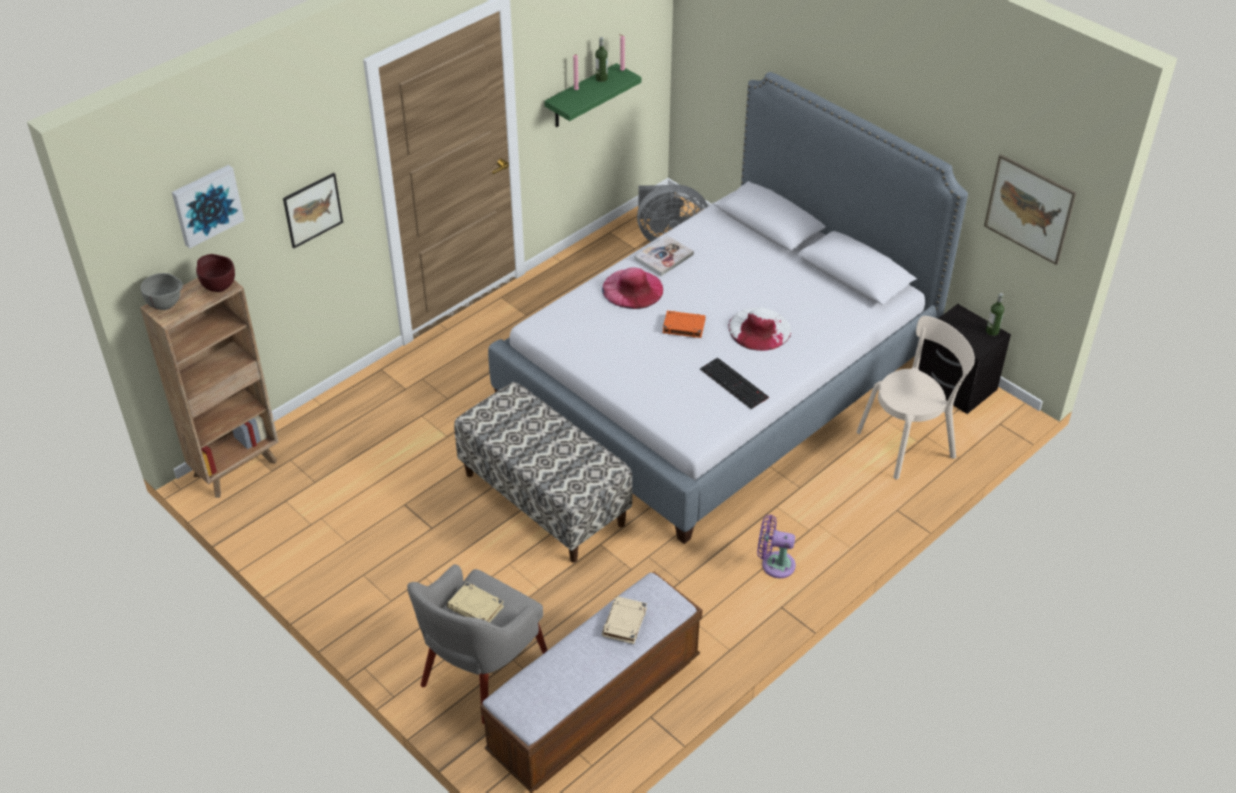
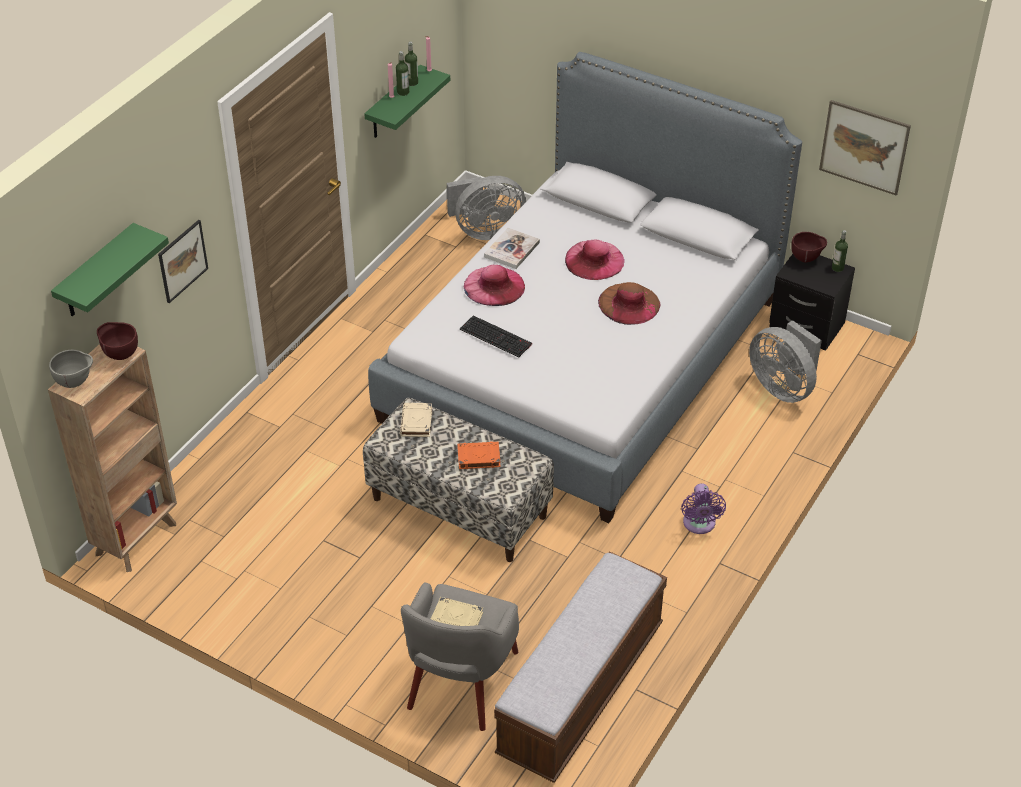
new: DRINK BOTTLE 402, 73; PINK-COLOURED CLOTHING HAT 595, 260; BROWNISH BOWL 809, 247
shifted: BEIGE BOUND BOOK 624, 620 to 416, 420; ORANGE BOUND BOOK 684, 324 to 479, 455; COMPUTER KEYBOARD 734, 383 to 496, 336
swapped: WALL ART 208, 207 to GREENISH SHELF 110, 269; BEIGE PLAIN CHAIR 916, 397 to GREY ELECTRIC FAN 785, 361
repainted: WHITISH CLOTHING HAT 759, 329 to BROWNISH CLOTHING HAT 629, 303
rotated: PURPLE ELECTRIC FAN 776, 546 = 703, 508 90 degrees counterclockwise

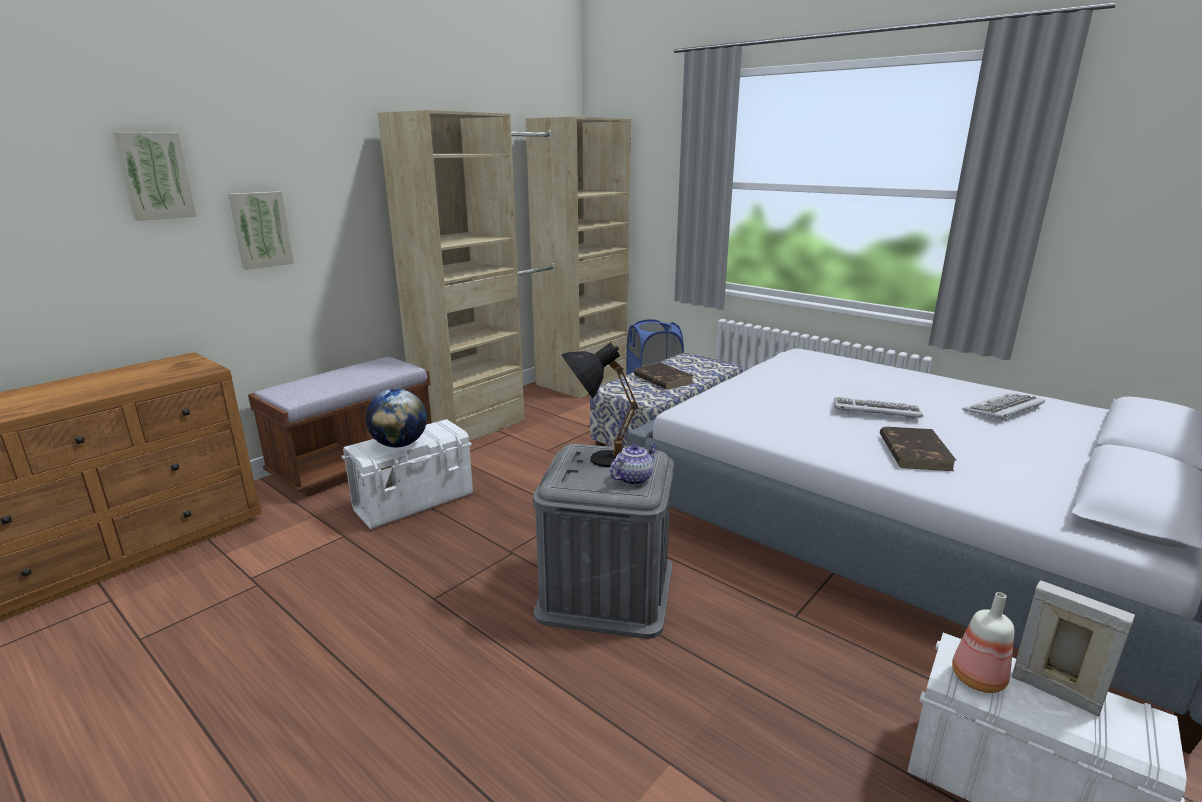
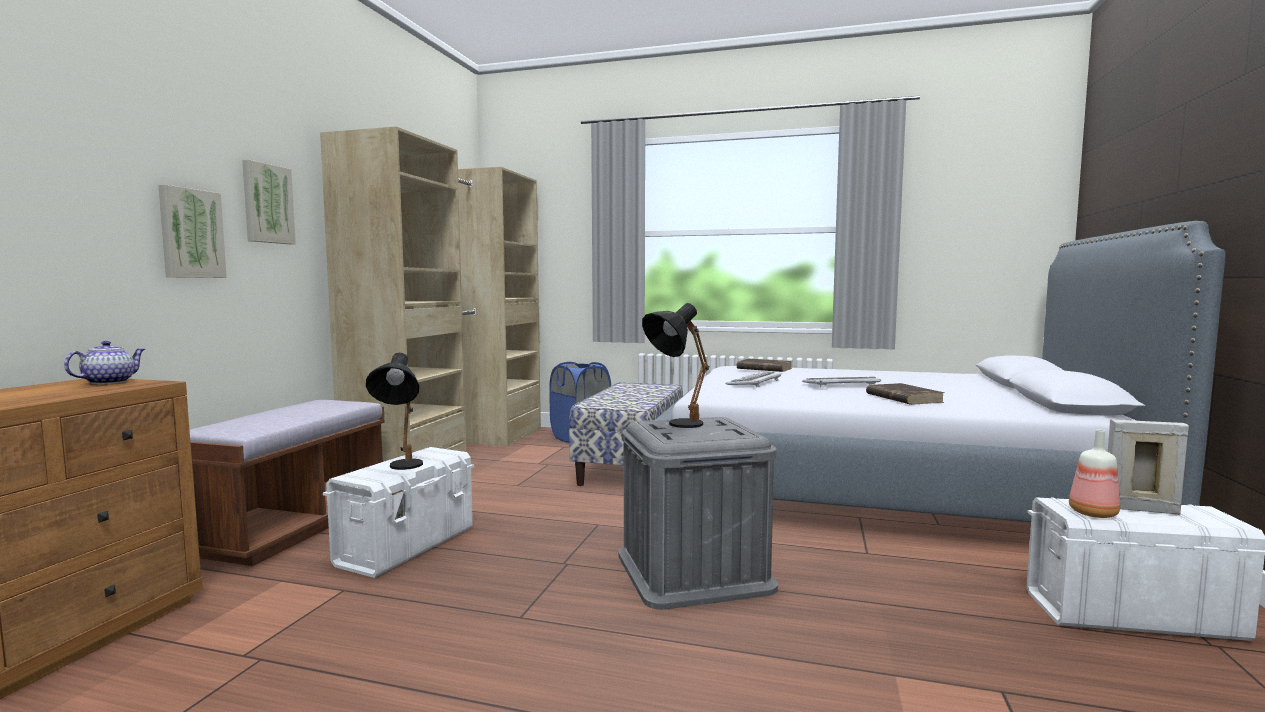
shifted: WALL ART 154, 176 to 269, 202; TEAPOT 633, 464 to 104, 362; BROWNISH BOUND BOOK 664, 376 to 764, 365; COMPUTER KEYBOARD 1003, 407 to 753, 379
swapped: WORLD GLOBE 396, 418 to BLACK-COLOURED LAMP FOR A TABLE 394, 411

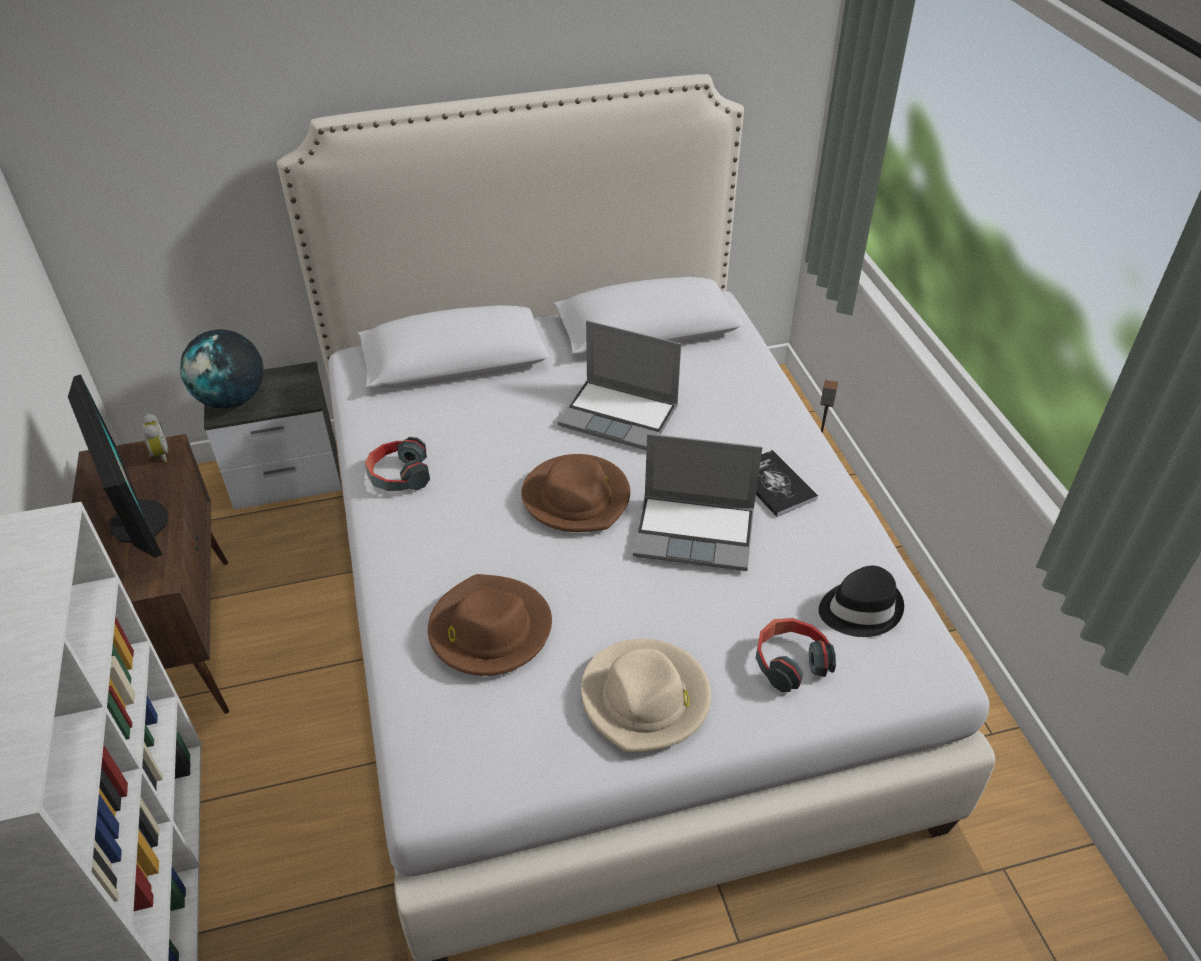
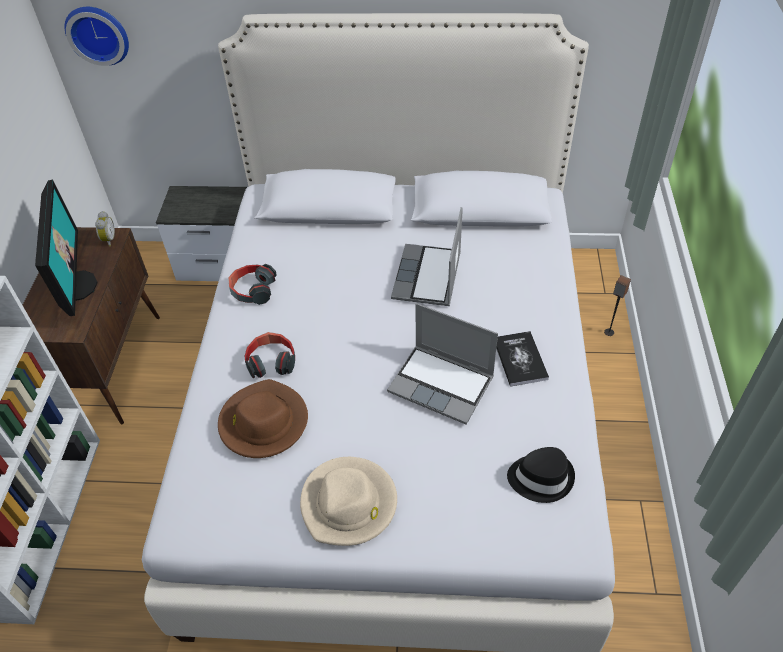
gone: WORLD GLOBE 221, 368; BROWNISH CLOTHING HAT 575, 493
new: CLOCK ON THE WALL 97, 36
shifted: HEADPHONES 796, 655 to 270, 355
rotated: LAPTOP 619, 385 = 427, 256 60 degrees clockwise

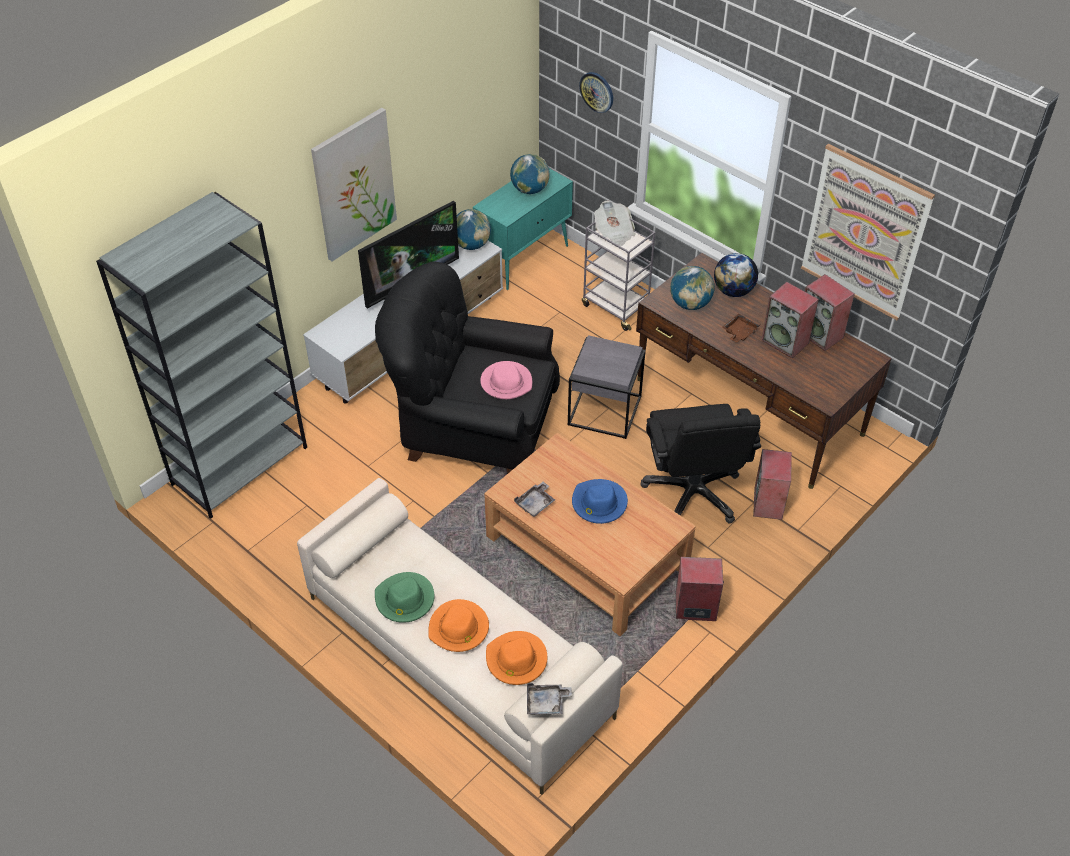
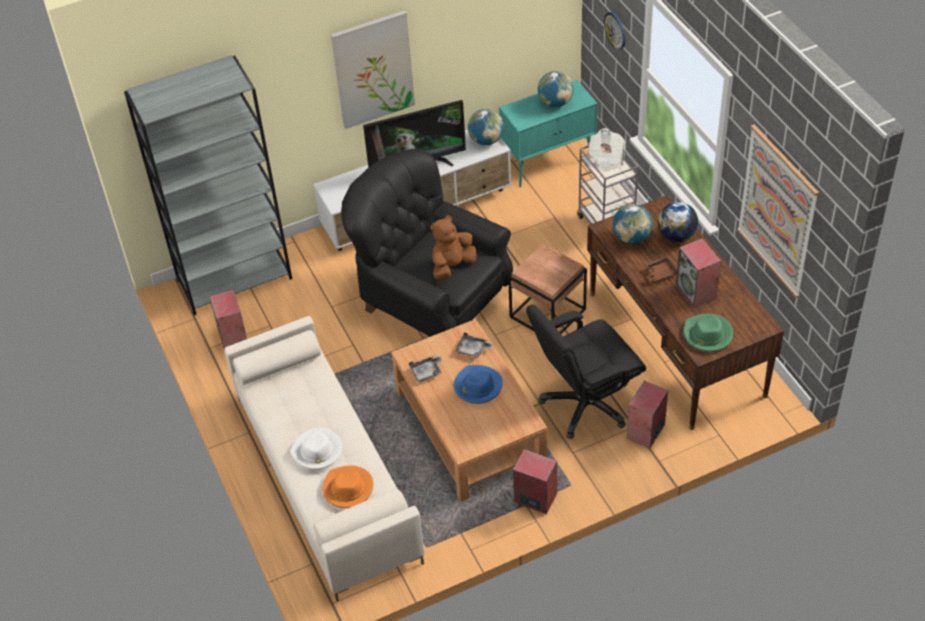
shifted: GREENISH CLOTHING HAT 405, 597 to 708, 333; GREY SERVING TRAY 549, 699 to 474, 345; AUDIO SPEAKER 830, 312 to 228, 320
swapped: PINK-COLOURED CLOTHING HAT 506, 380 to BROWNISH PLUSH TOY 453, 247
repainted: ORANGE CLOTHING HAT 458, 625 to WHITISH CLOTHING HAT 316, 449; GREY SIDE TABLE 607, 387 to BROWNISH SIDE TABLE 547, 289
rotated: BLACK-COLOURED OFFICE CHAIR 700, 464 = 586, 372 45 degrees clockwise

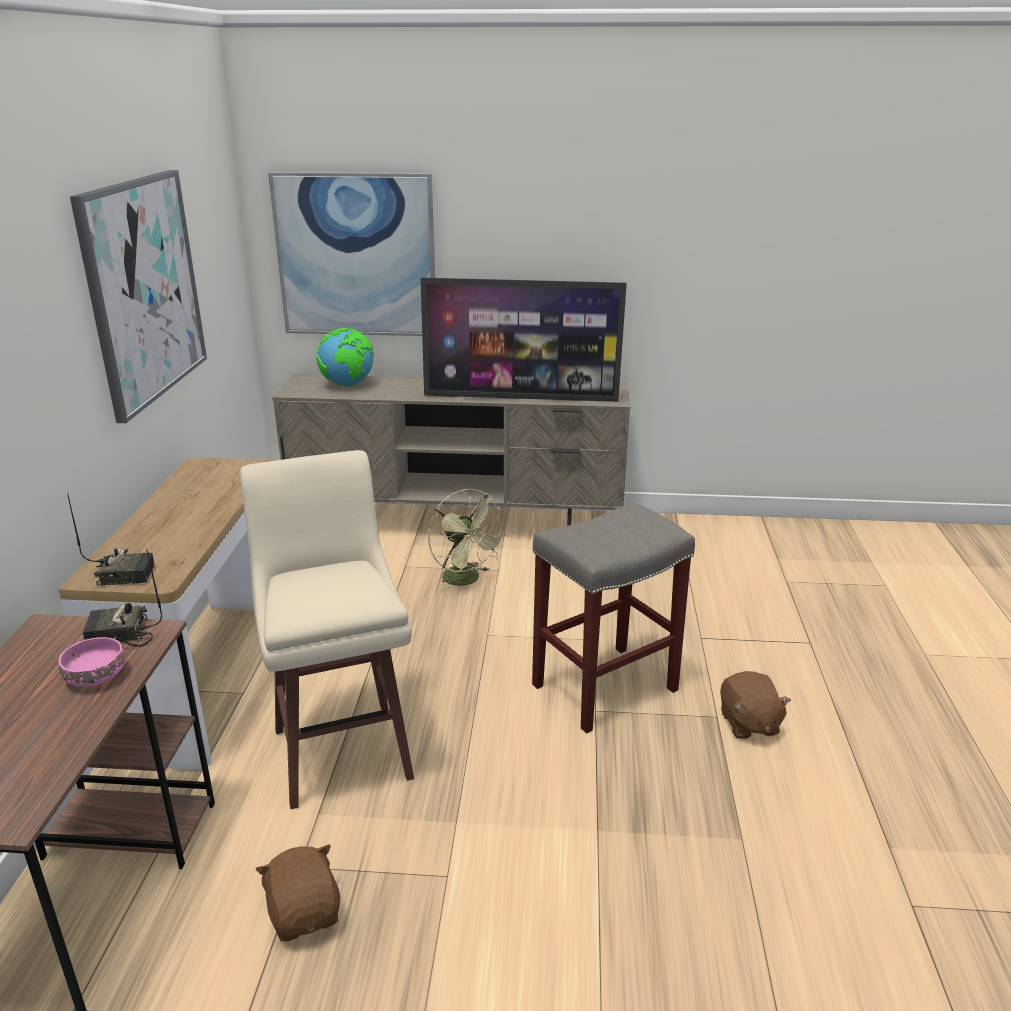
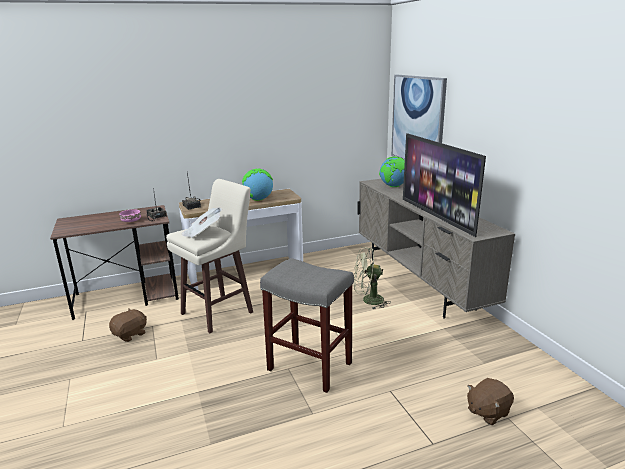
gone: WALL ART 138, 296
new: NEWSPAPER 201, 222; WORLD GLOBE 257, 184
shifted: BROWNISH PLUSH TOY 755, 705 to 490, 401
rotated: GREENISH ELECTRIC FAN 468, 541 = 372, 278 60 degrees clockwise

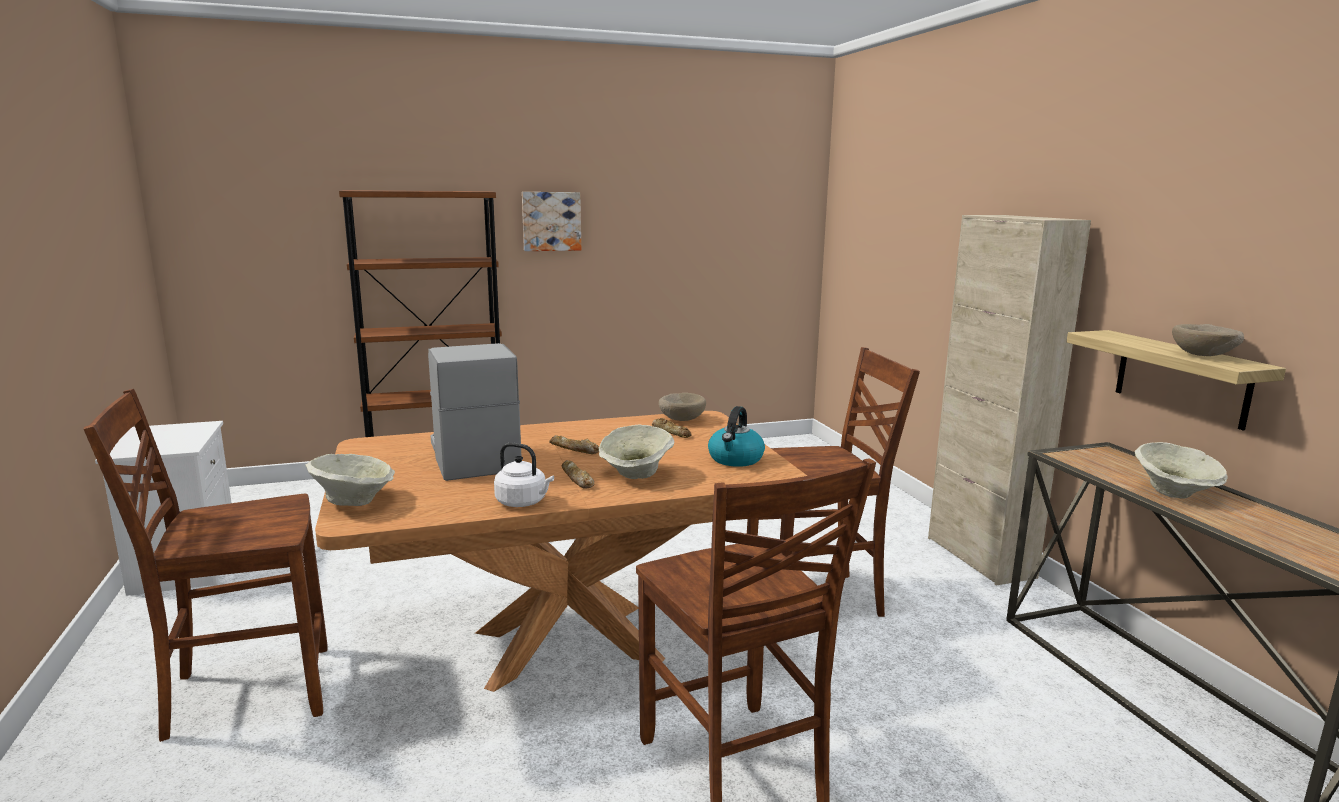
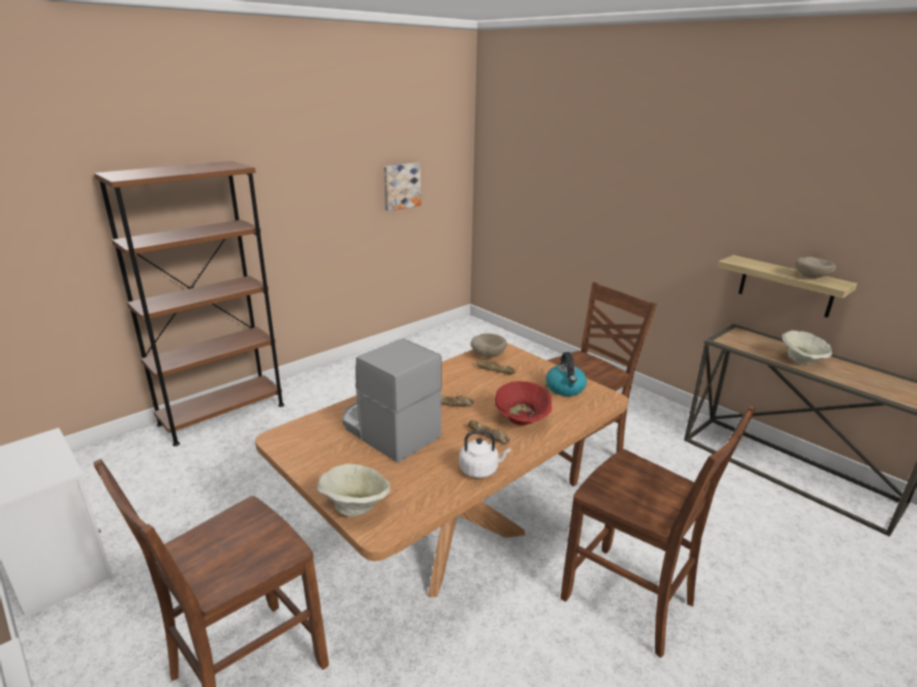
gone: BEIGE CABINET 1009, 400
shifted: WALL ART 551, 221 to 402, 187
repainted: BEIGE BOWL 636, 451 to REDDISH BOWL 523, 403

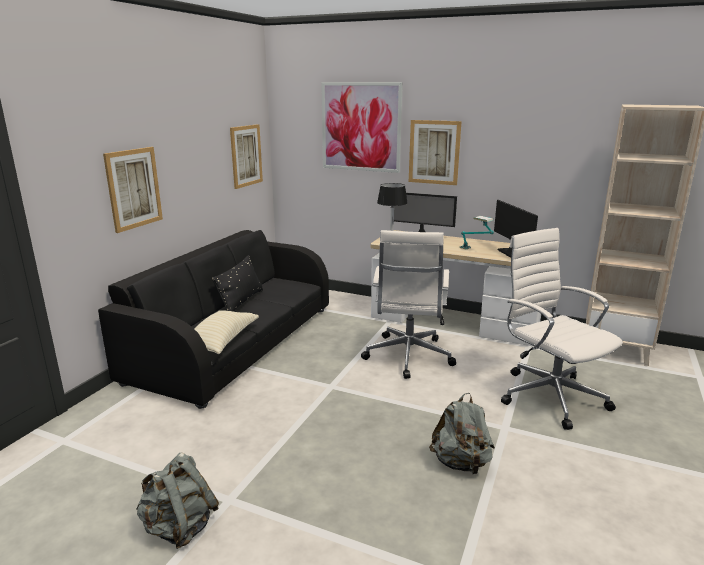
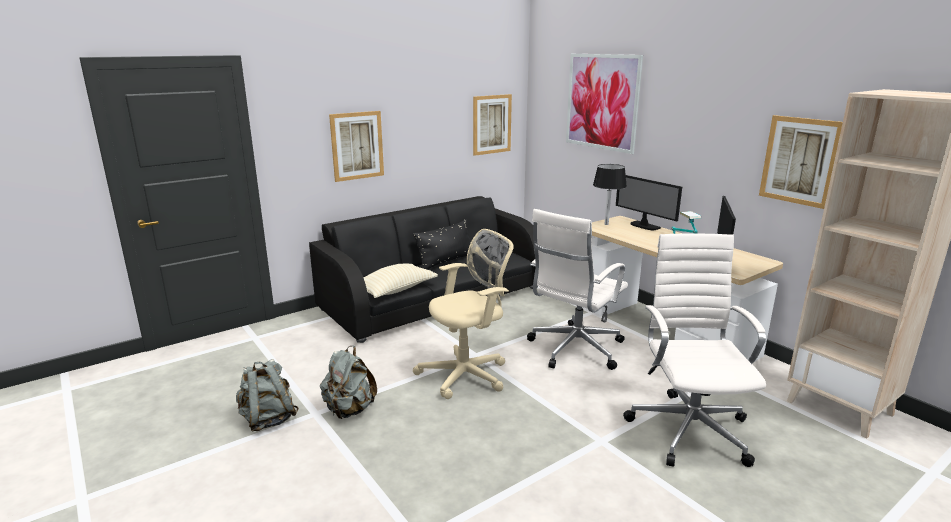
new: BEIGE OFFICE CHAIR 463, 314
shifted: WALL ART 435, 152 to 801, 162; GREY KNAPSACK 462, 434 to 348, 382

